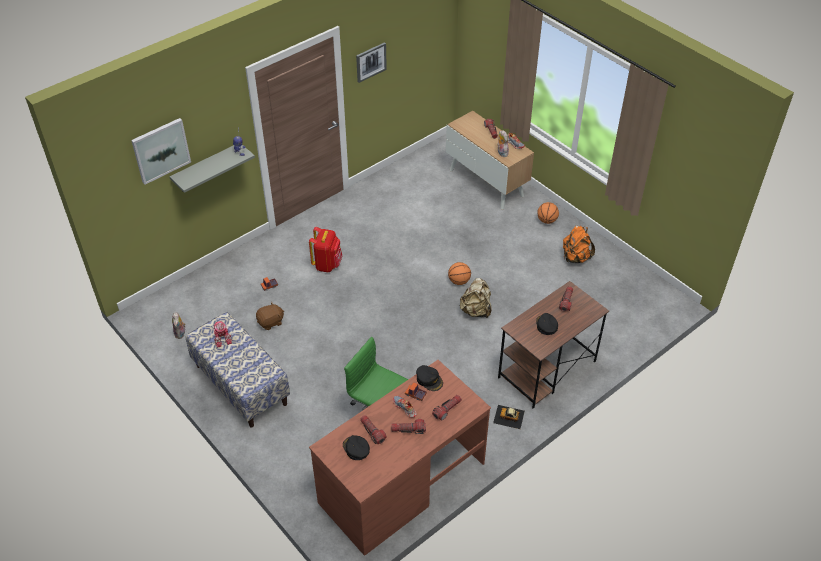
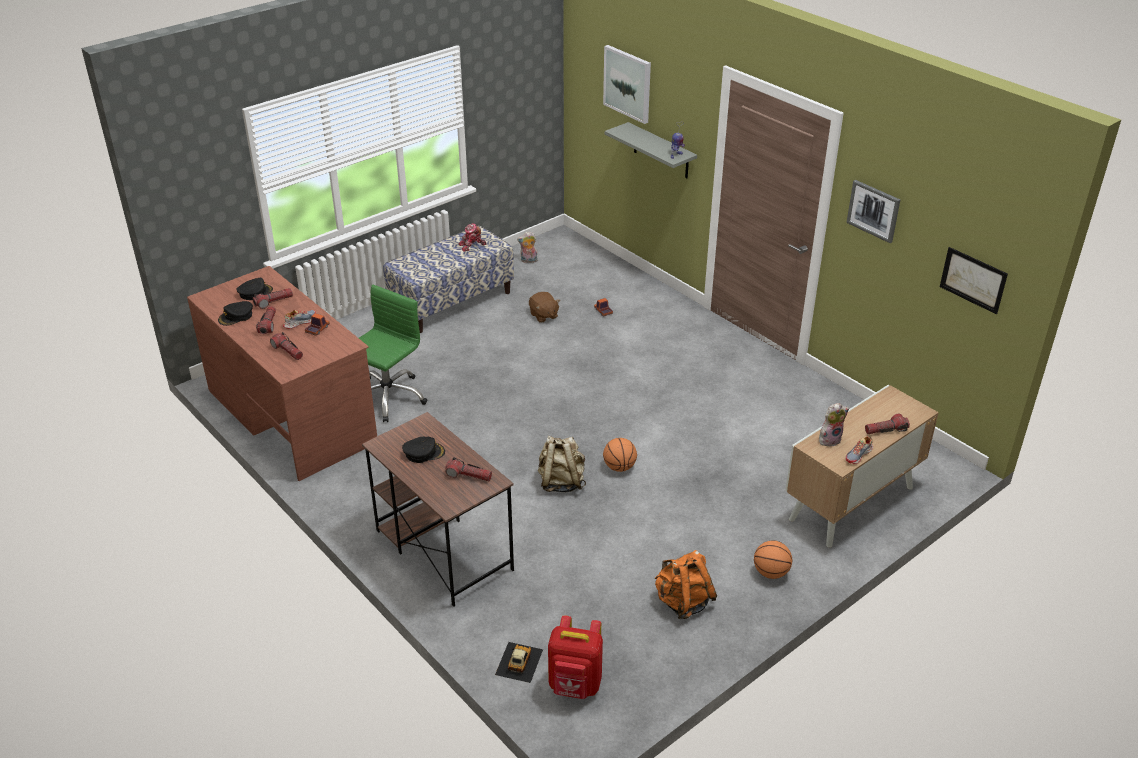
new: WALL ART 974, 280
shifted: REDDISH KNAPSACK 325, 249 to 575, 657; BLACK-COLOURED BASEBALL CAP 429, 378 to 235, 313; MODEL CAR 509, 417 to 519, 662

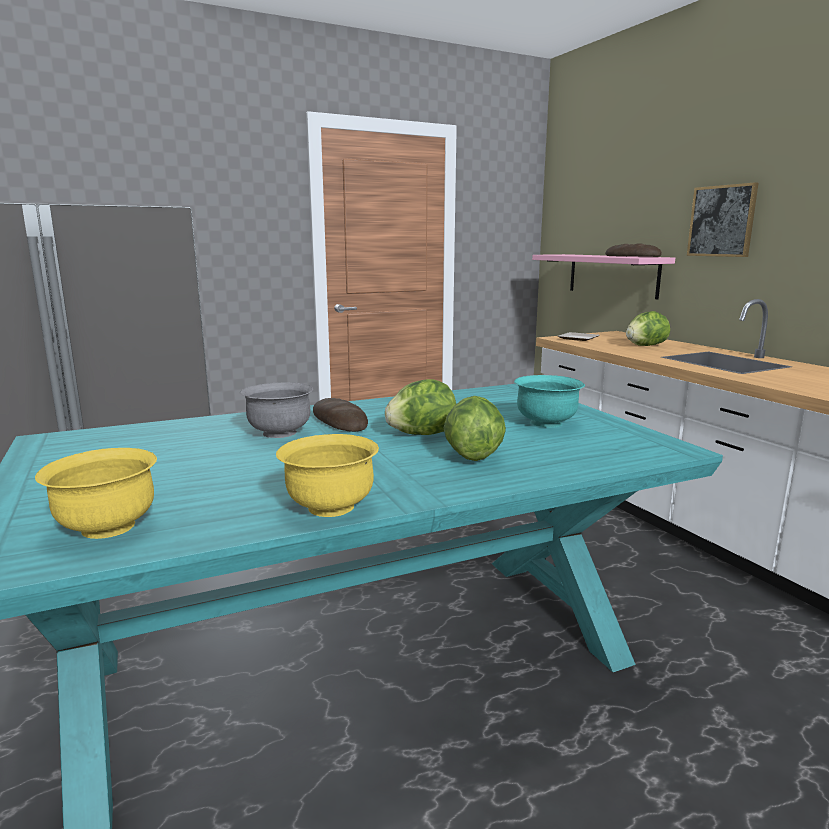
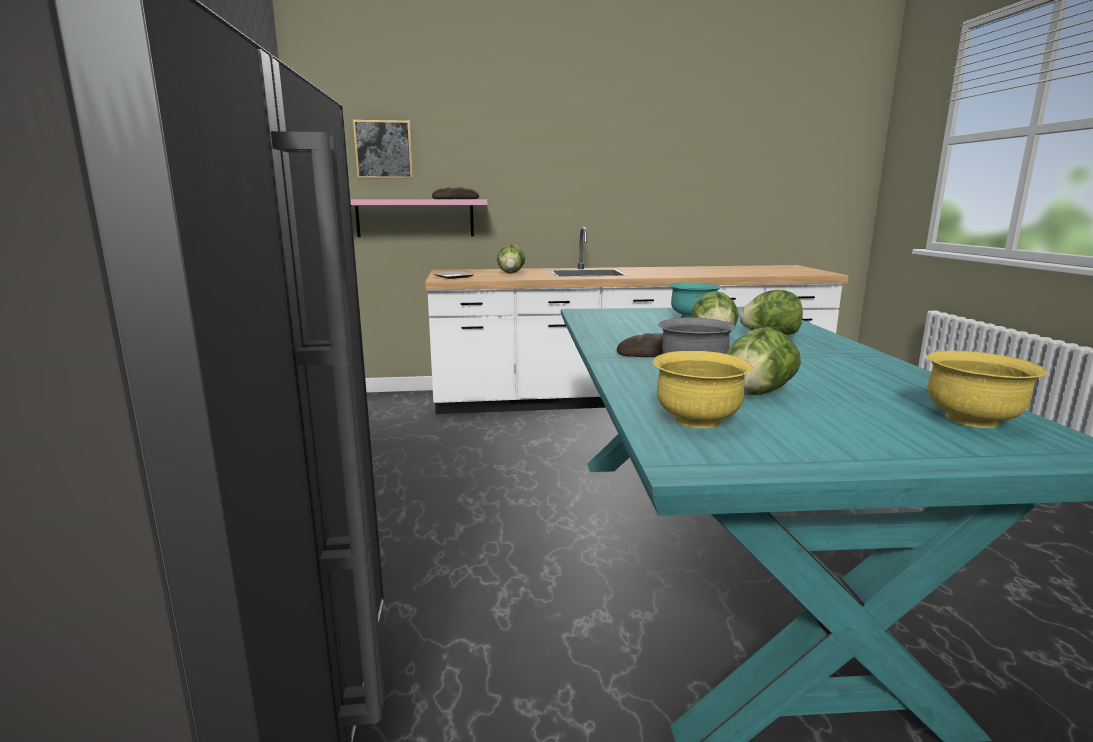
new: LETTUCE HEAD 763, 361
shifted: YELLOWISH BOWL 327, 475 to 703, 389; WALL ART 723, 219 to 383, 149

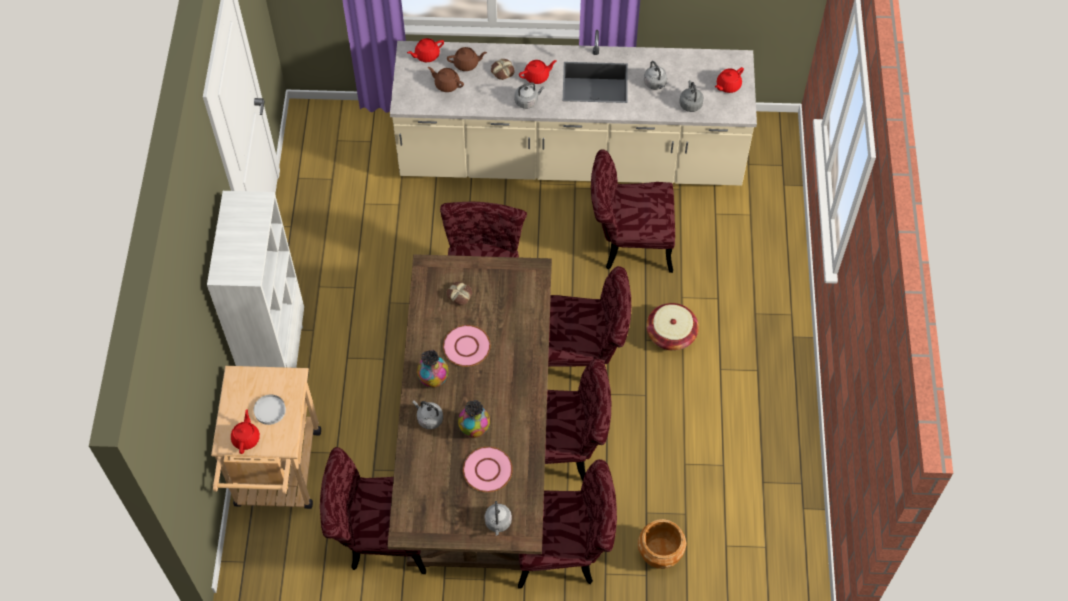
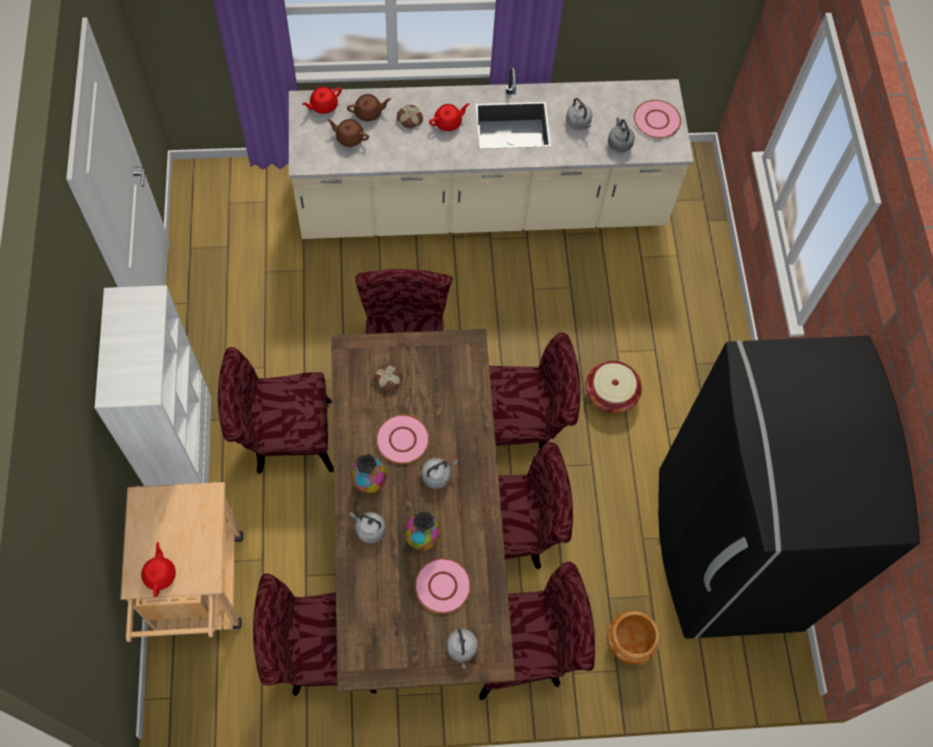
gone: WHITISH PLATE 270, 410
new: BLACK-COLOURED KITCHEN FRIDGE 789, 487
shifted: GREY KETTLE 529, 95 to 440, 473; REDDISH PLAIN CHAIR 633, 211 to 276, 410
swapped: REDDISH TEAPOT 729, 80 to PINK-COLOURED PLATE 657, 119

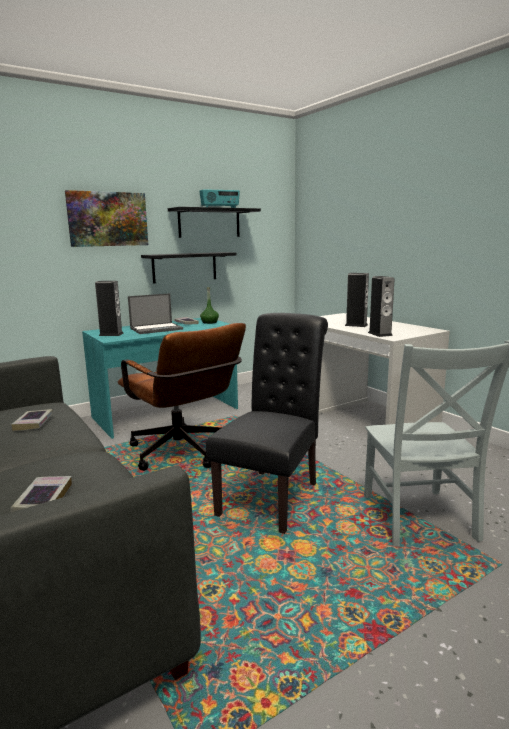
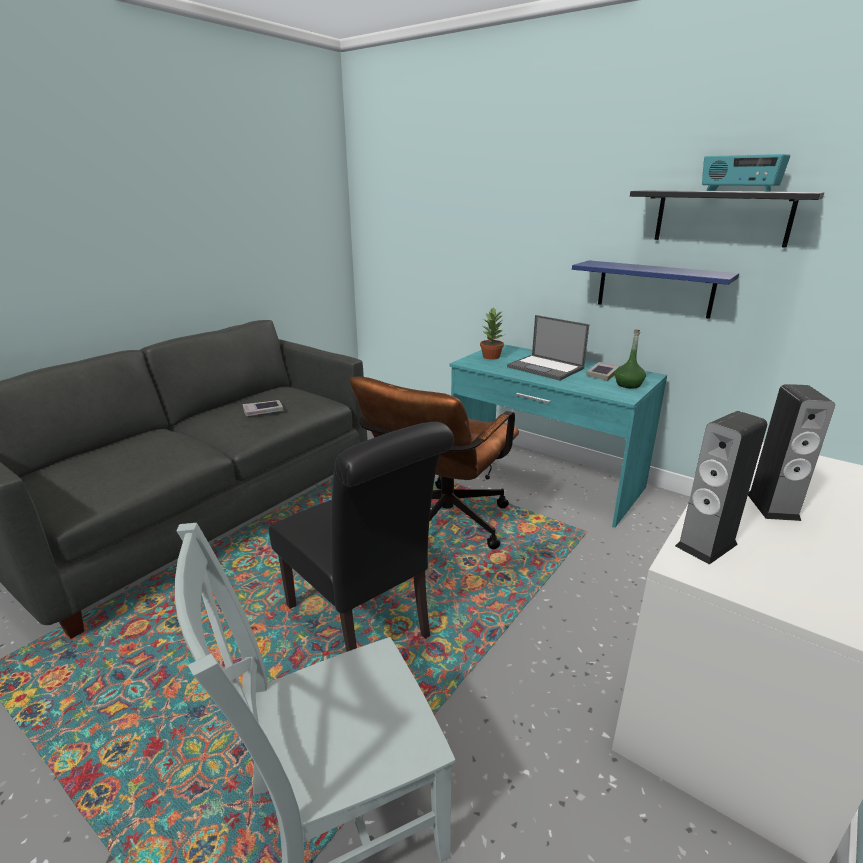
gone: BOUND BOOK 41, 494; WALL ART 106, 218
swapped: AUDIO SPEAKER 109, 308 to PLANT IN A POT 492, 333
repainted: BLACK-COLOURED SHELF 189, 268 to BLUE SHELF 655, 289
rotated: BLACK-COLOURED PLAIN CHAIR 267, 423 = 361, 537 45 degrees clockwise

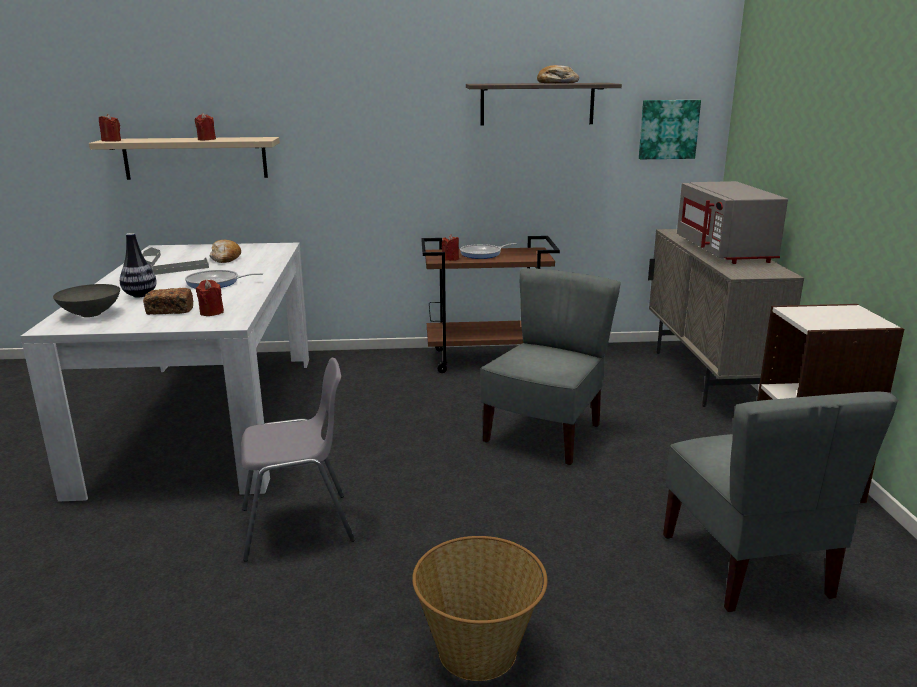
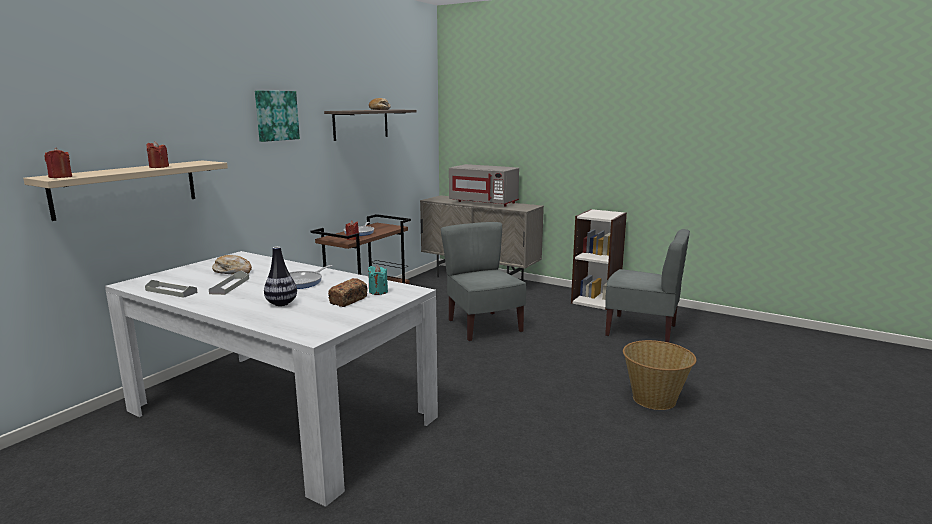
gone: GREY BOWL 86, 300; GREY PLAIN CHAIR 298, 460
shifted: WALL ART 670, 129 to 277, 116
repainted: REDDISH WAX CANDLE 210, 298 to TURQUOISE-COLOURED WAX CANDLE 378, 280

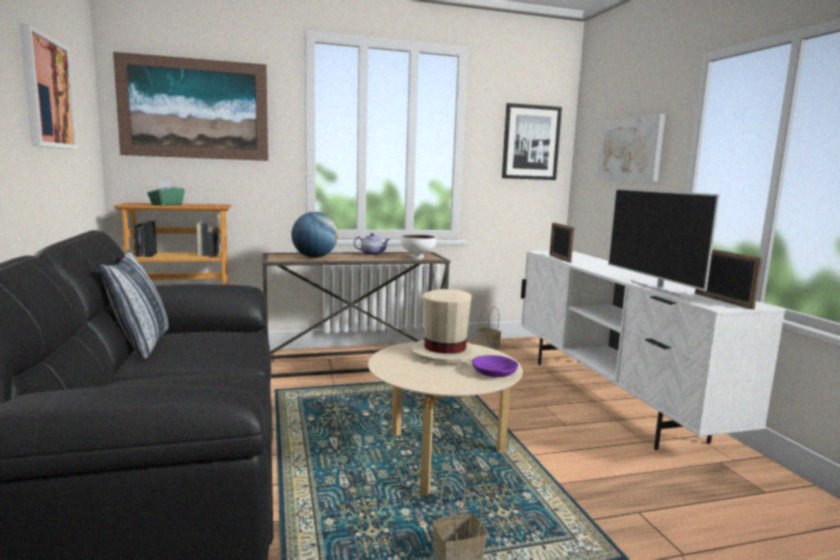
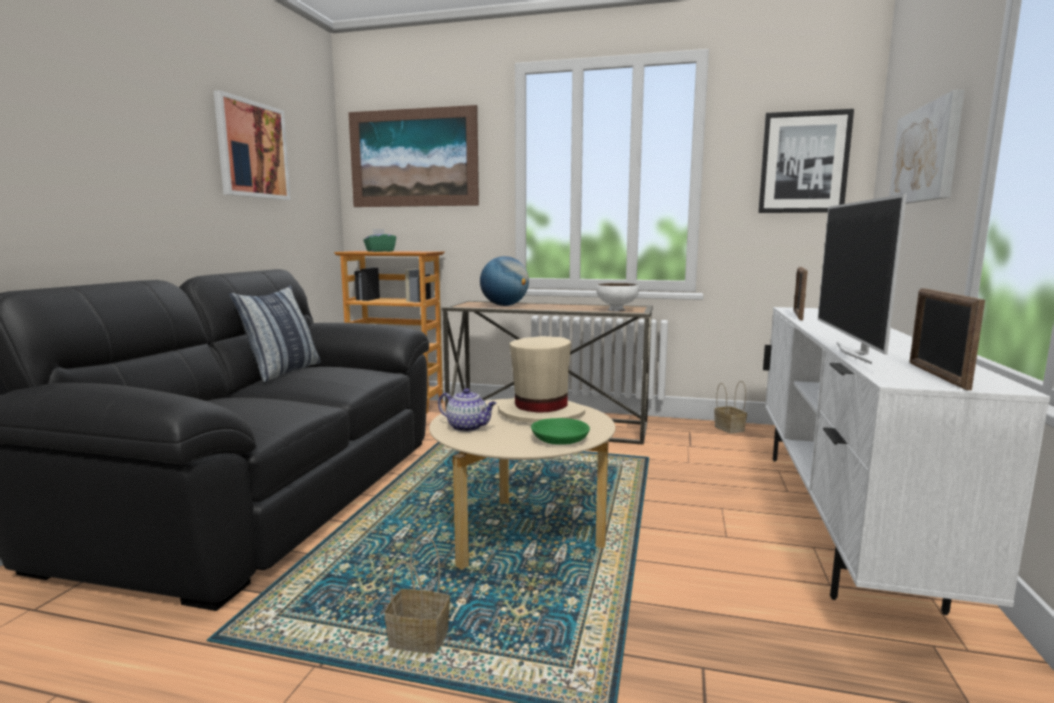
shifted: TEAPOT 372, 244 to 467, 410
repainted: PURPLE BOWL 495, 366 to GREENISH BOWL 560, 431

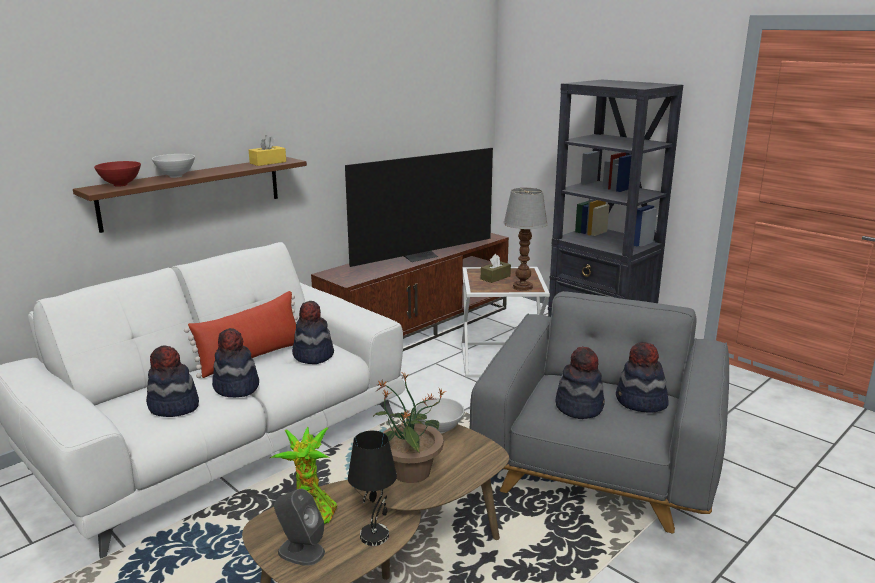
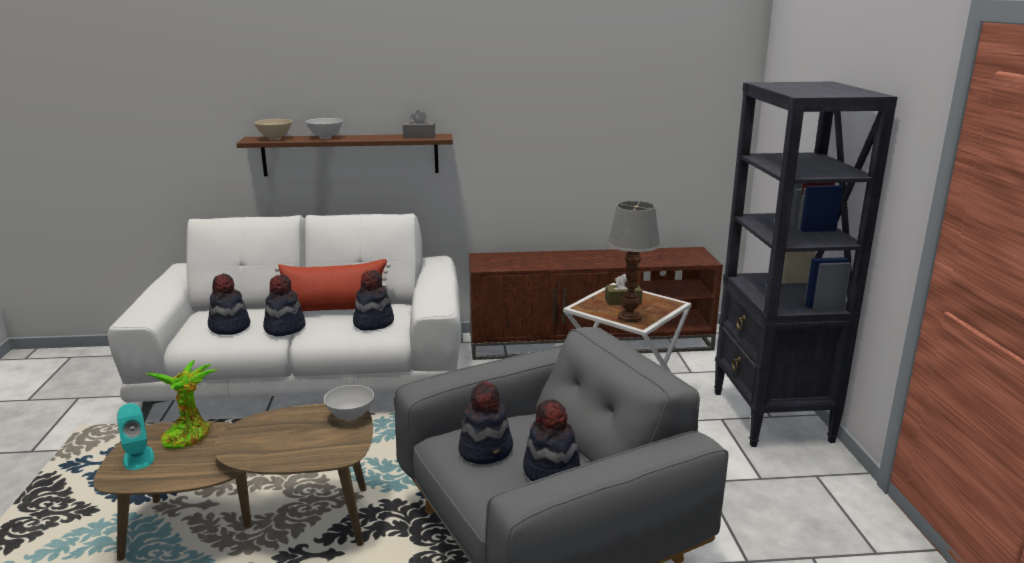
gone: TV 419, 207; BLACK-COLOURED LAMP FOR A TABLE 372, 488; PLANT IN A POT 410, 427
repainted: REDDISH BOWL 117, 173 to BEIGE BOWL 273, 129; YELLOWISH TISSUE HOLDER 267, 150 to GREY TISSUE HOLDER 419, 124; GREY AUDIO SPEAKER 299, 527 to TURQUOISE-COLOURED AUDIO SPEAKER 135, 436

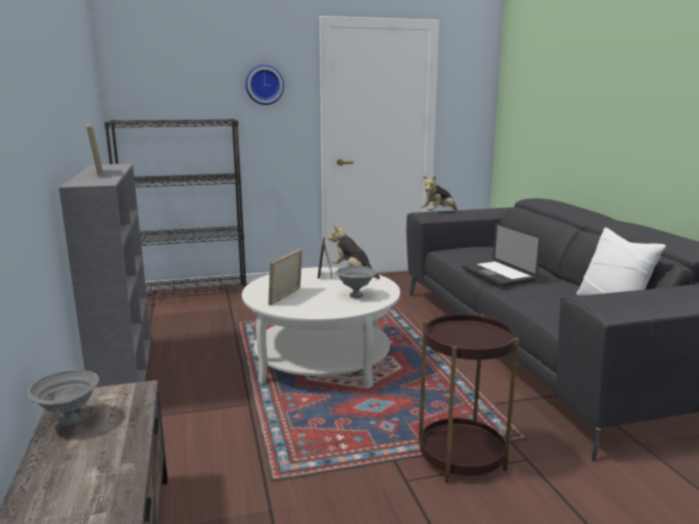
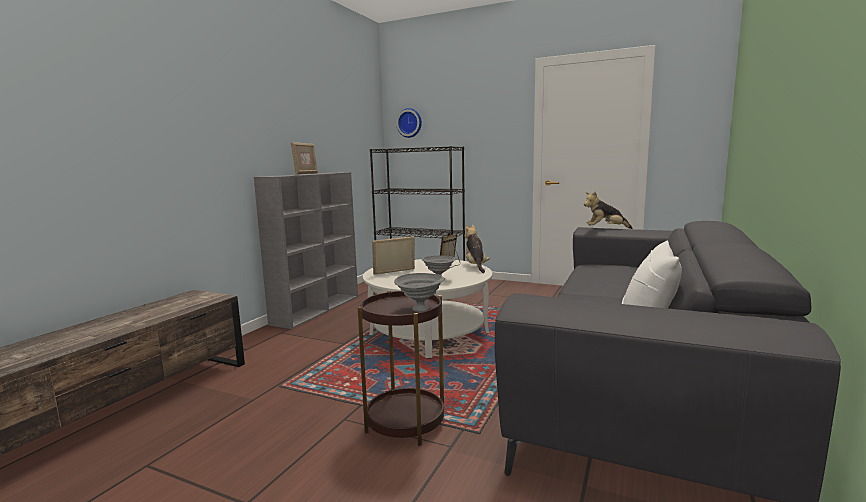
gone: LAPTOP 501, 254
shifted: GREY BOWL 63, 398 to 419, 292; CLOCK ON THE WALL 264, 85 to 409, 123

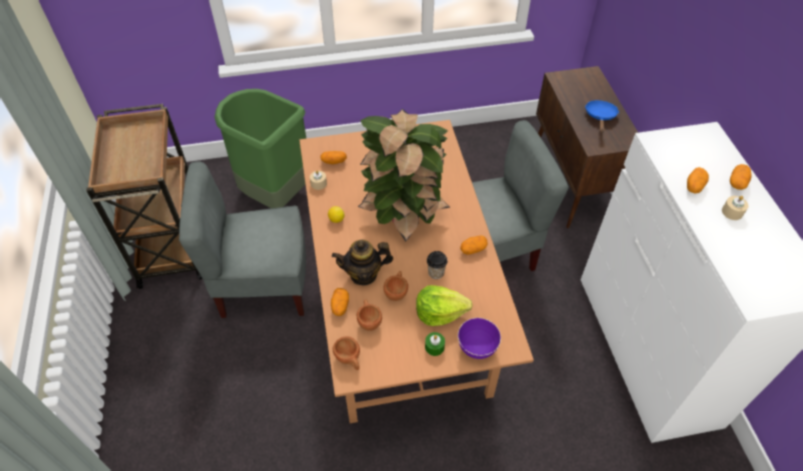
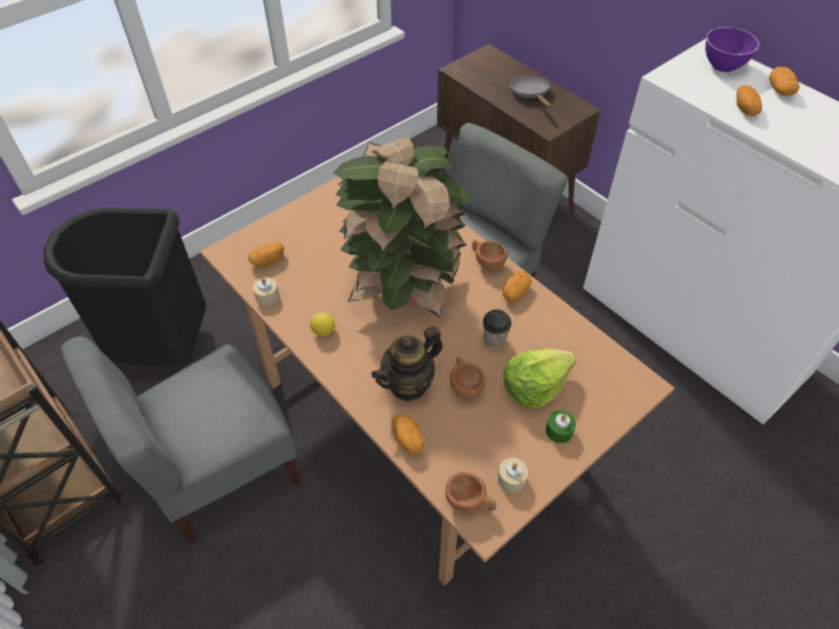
shifted: BROWNISH DRINKING CUP 369, 315 to 490, 255; PURPLE BOWL 479, 338 to 732, 49; BEIGE WAX CANDLE 735, 208 to 513, 475
repainted: GREENISH TRASH CAN 260, 148 to BLACK-COLOURED TRASH CAN 124, 287; BLUE SKILLET 602, 116 to GREY SKILLET 531, 92

